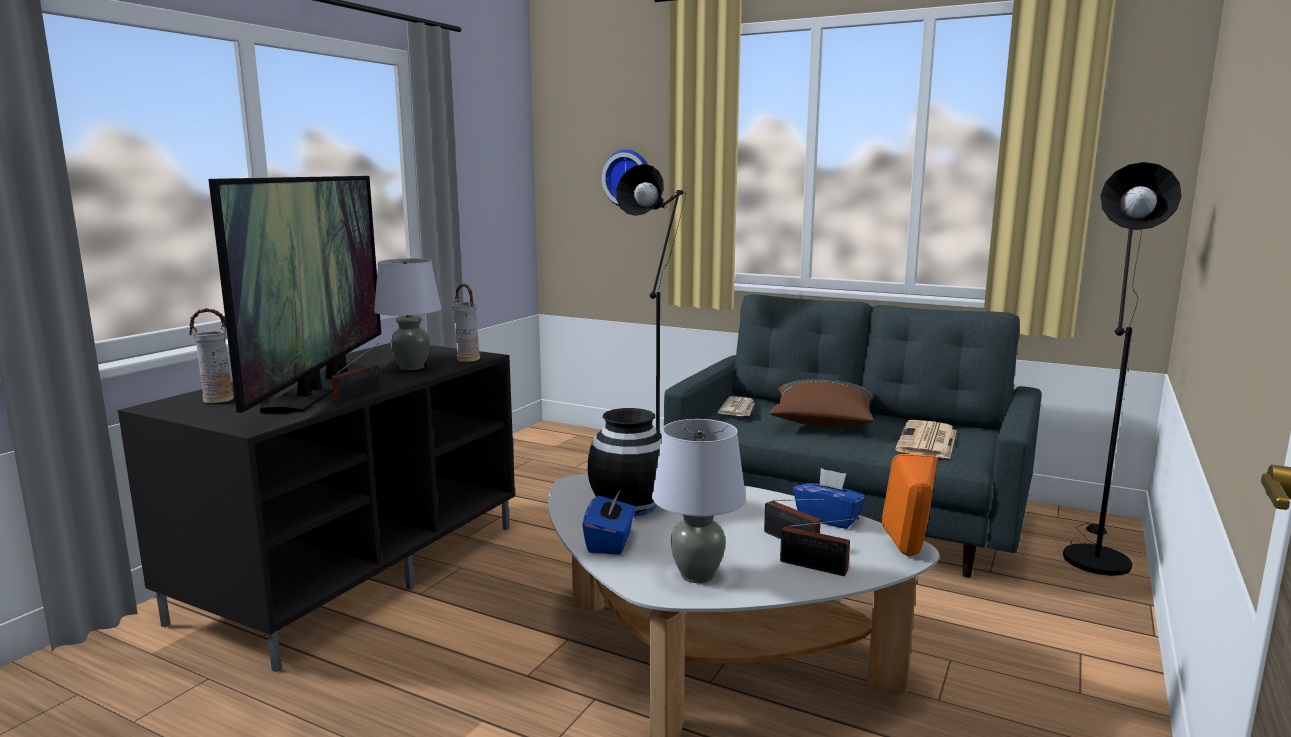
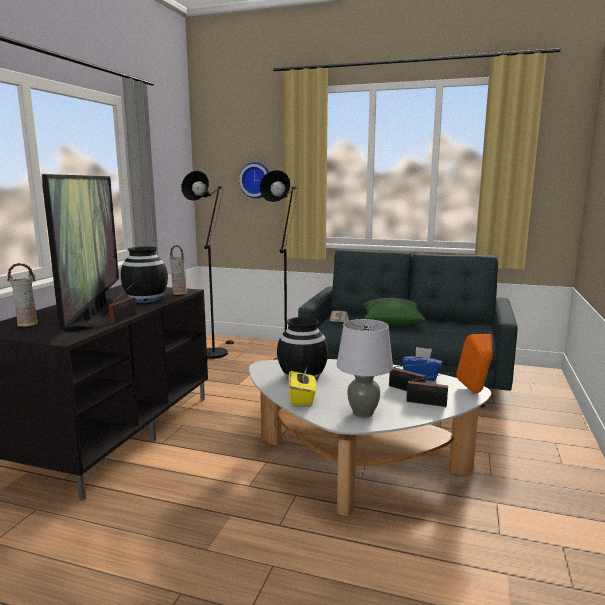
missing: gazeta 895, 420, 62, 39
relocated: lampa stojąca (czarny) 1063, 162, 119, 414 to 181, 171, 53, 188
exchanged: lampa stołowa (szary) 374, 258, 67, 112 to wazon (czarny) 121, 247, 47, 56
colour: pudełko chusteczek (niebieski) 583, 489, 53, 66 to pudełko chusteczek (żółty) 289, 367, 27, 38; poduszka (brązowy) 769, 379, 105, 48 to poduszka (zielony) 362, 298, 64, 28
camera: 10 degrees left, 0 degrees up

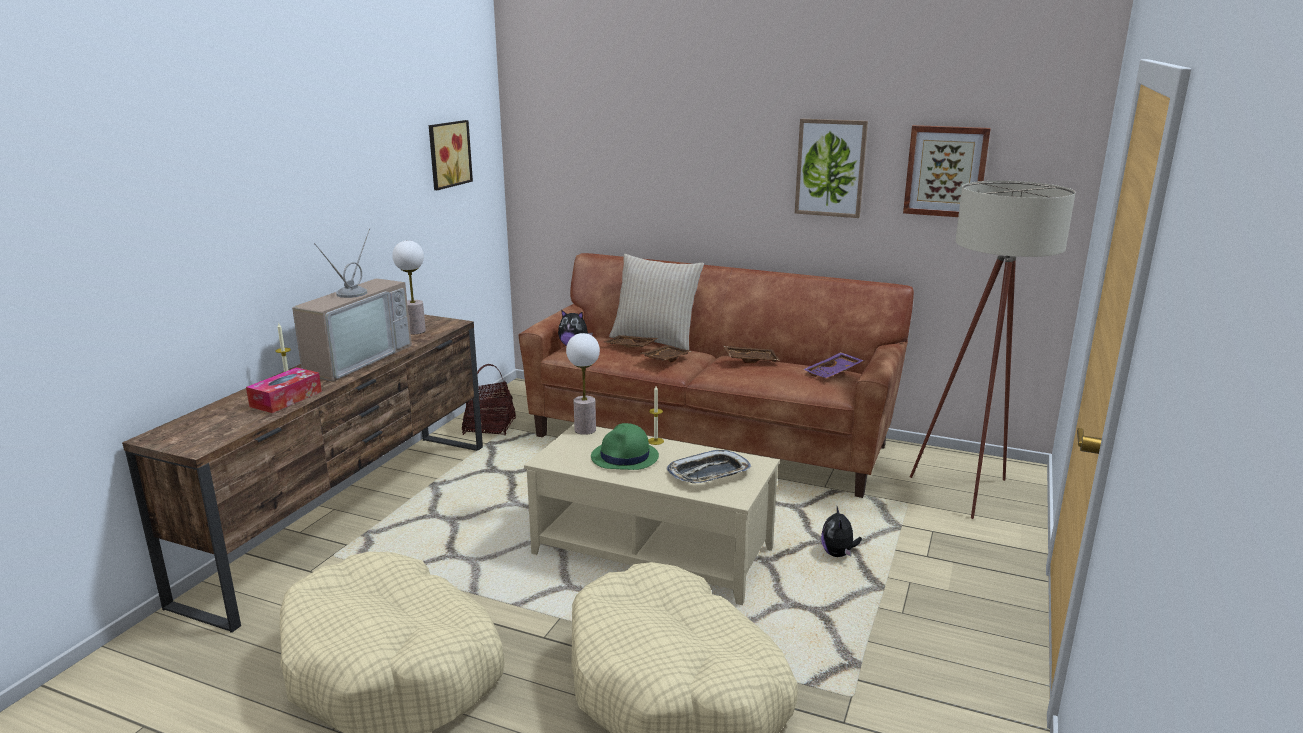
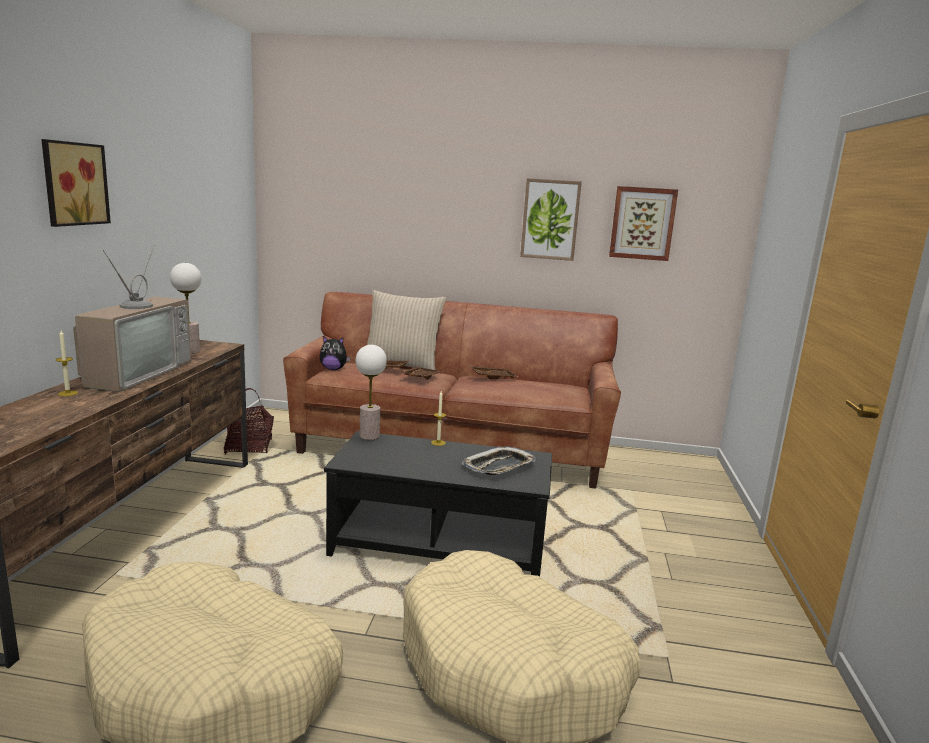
missing: pudełko chusteczek 246, 367, 76, 46; kapelusz (zielony) 591, 423, 68, 47; taca (fioletowy) 803, 352, 61, 26; pluszak 821, 506, 41, 51; lampa stojąca (beżowy) 910, 181, 166, 338
relocated: obraz 429, 120, 44, 70 to 41, 139, 70, 88
colour: ława (beżowy) 524, 424, 256, 181 to ława (czarny) 324, 431, 228, 146
camera: 15 degrees left, 5 degrees down

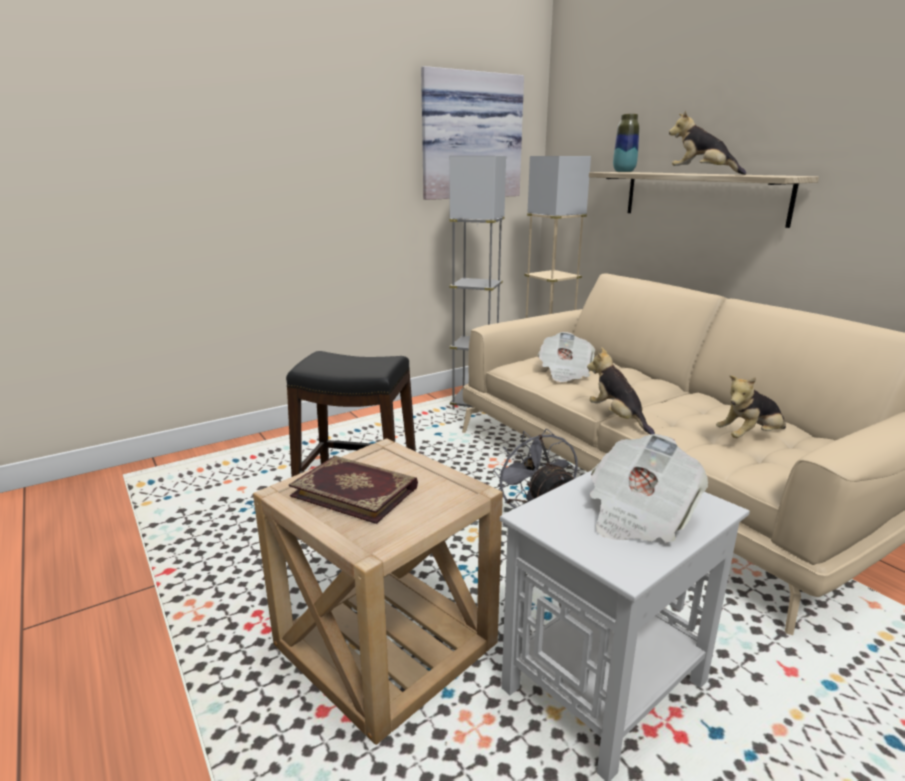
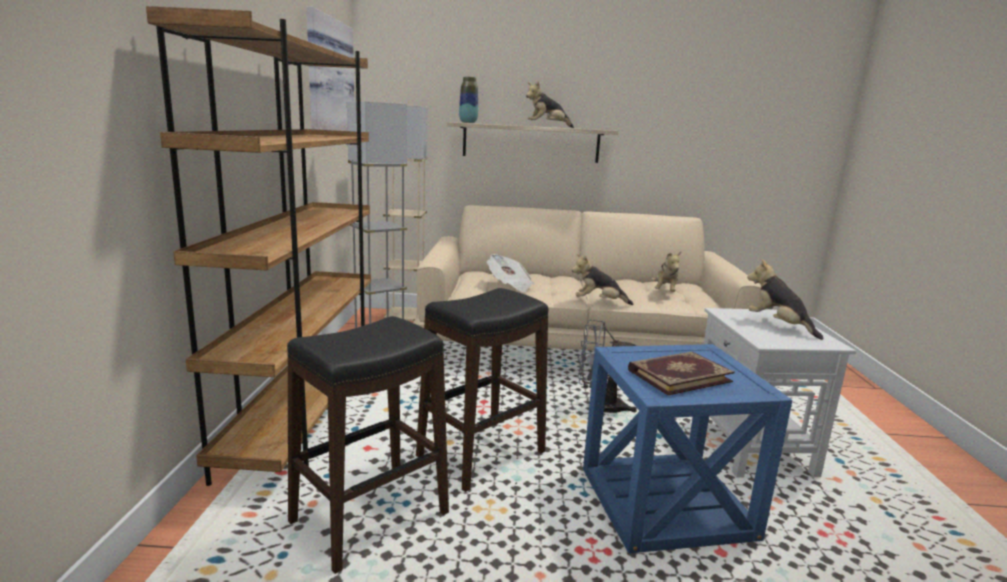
appeared: regał (brązowy) 146, 6, 225, 480; stołek (czarny) 287, 316, 162, 258
exchanged: gazeta 590, 434, 118, 109 to pluszak 747, 259, 77, 81
colour: stolik (beżowy) 253, 438, 250, 307 to stolik (niebieski) 583, 344, 209, 209
camera: 55 degrees left, 5 degrees down

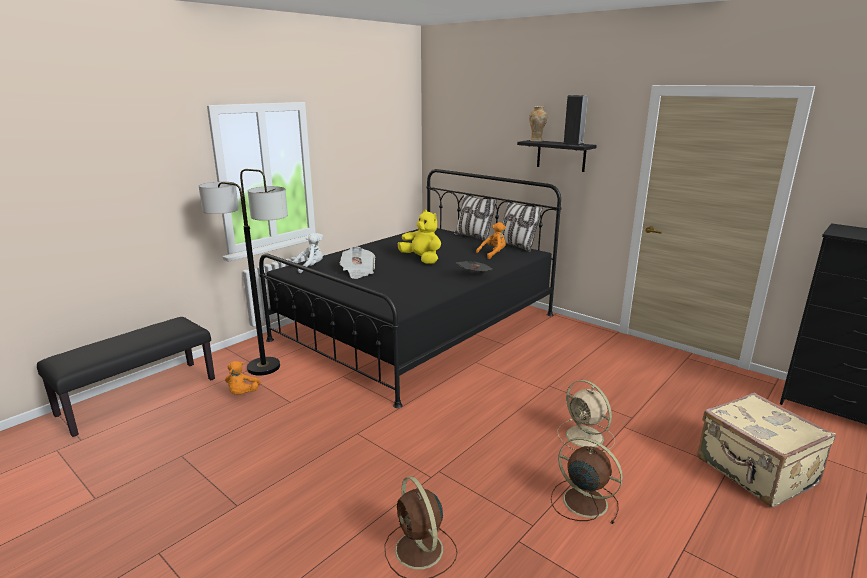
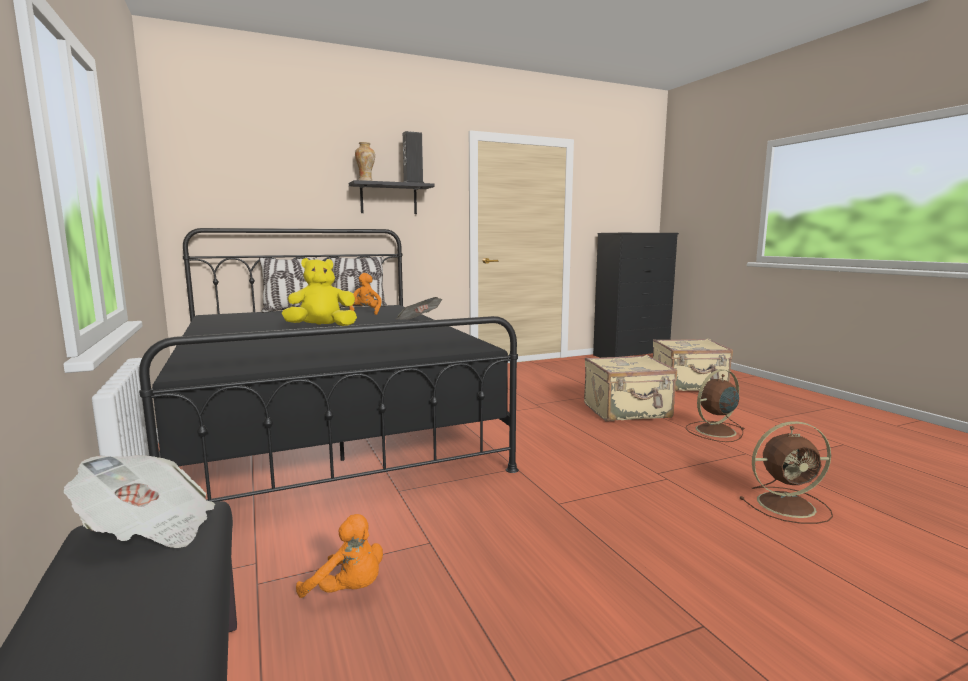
missing: lampa stojąca 199, 169, 89, 207; pluszak (biały) 291, 233, 32, 40
relocated: gazeta 339, 246, 36, 33 to 64, 455, 151, 93
exchanged: wentylator (beżowy) 557, 380, 58, 72 to walizka (beżowy) 584, 355, 93, 66
camera: 65 degrees left, 10 degrees down

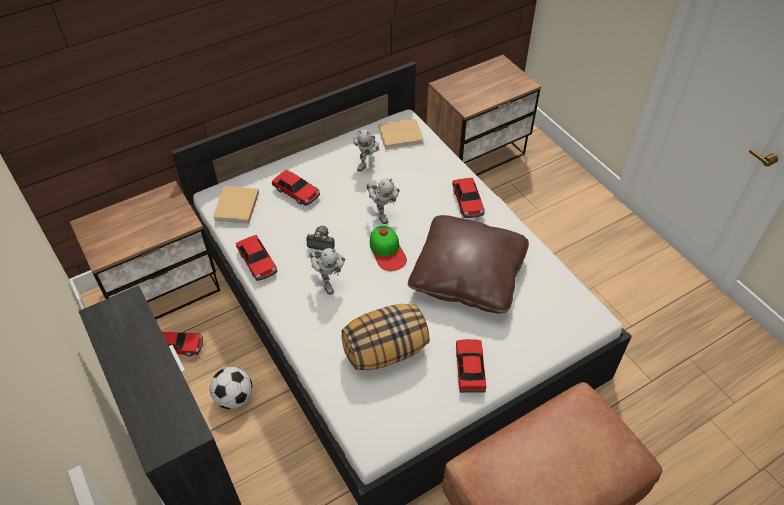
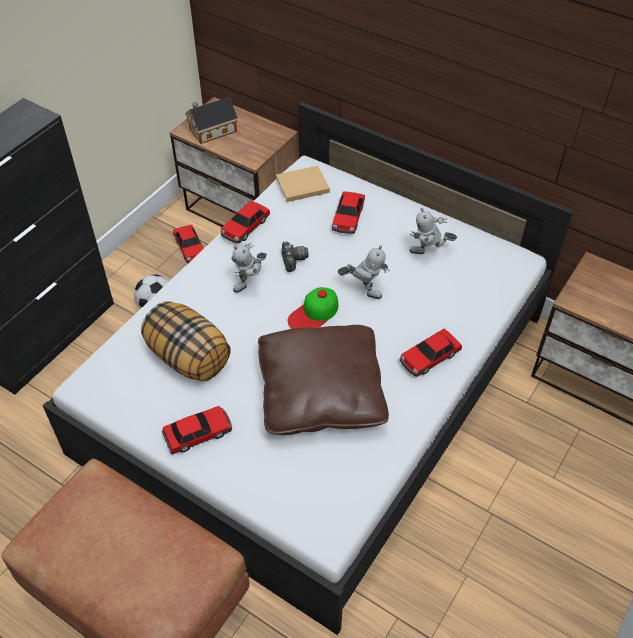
missing: książka (beżowy) 378, 119, 46, 30
appeared: domek 185, 97, 53, 47
spun: robot zabawkowy 366, 178, 34, 46 = 338, 245, 52, 54 105 degrees counterclockwise
camera: 65 degrees right, 0 degrees up

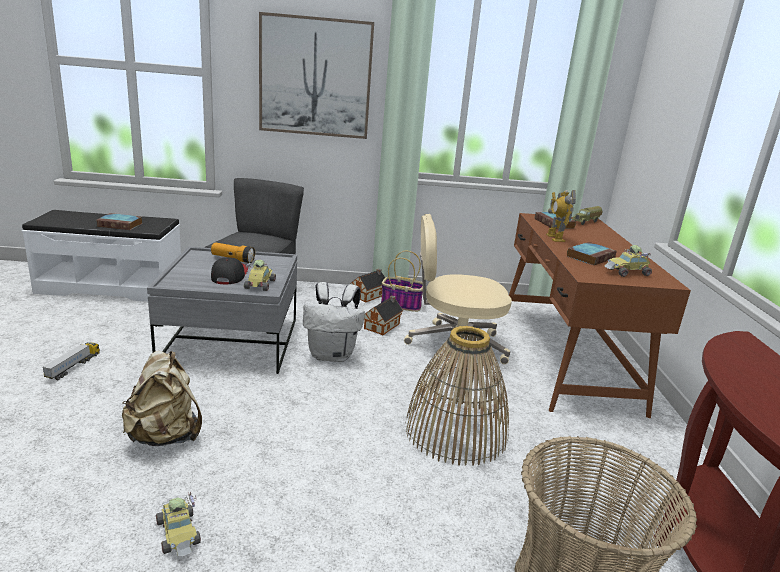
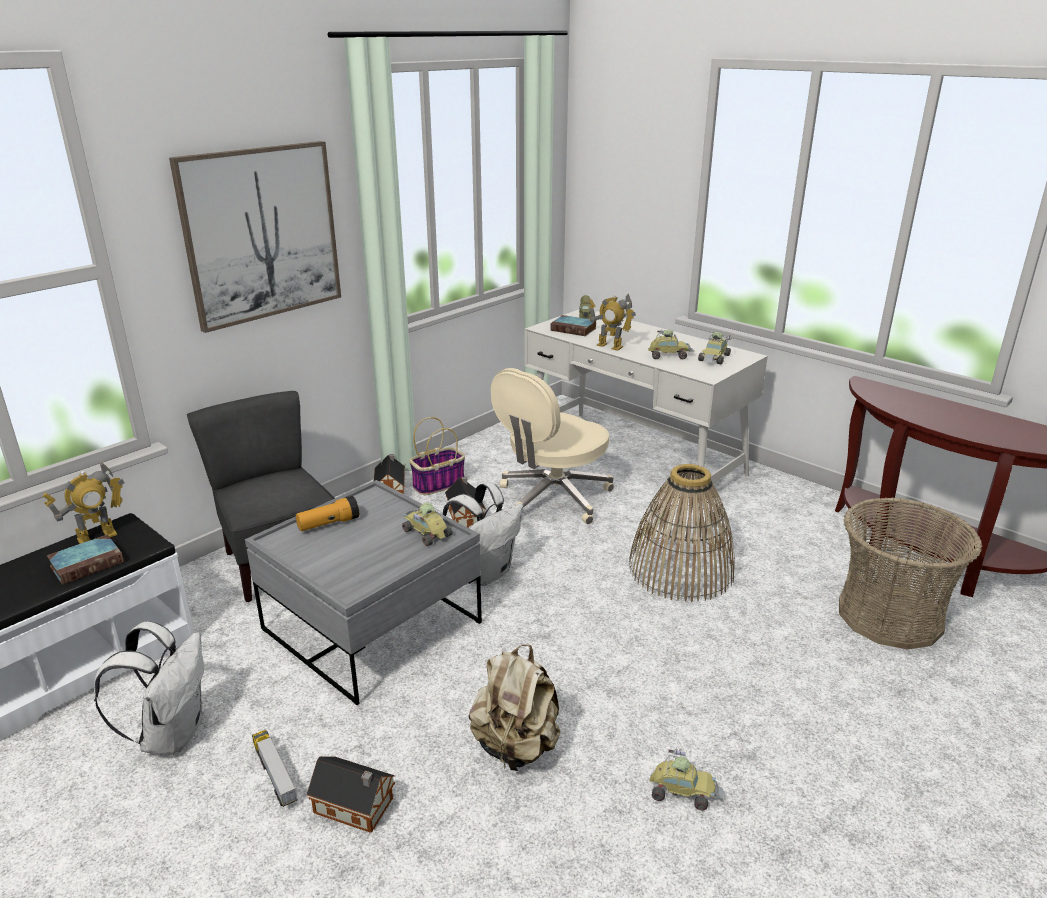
missing: czapka z daszkiem 211, 257, 37, 27
appeared: robot zabawkowy 43, 461, 81, 83; plecak (biały) 94, 621, 110, 134; domek 307, 756, 88, 77
exchanged: książka 566, 242, 51, 24 to samochodzik 648, 330, 47, 29
colour: biurko (brązowy) 509, 213, 182, 205 to biurko (biały) 525, 310, 243, 199
camera: 45 degrees left, 5 degrees up

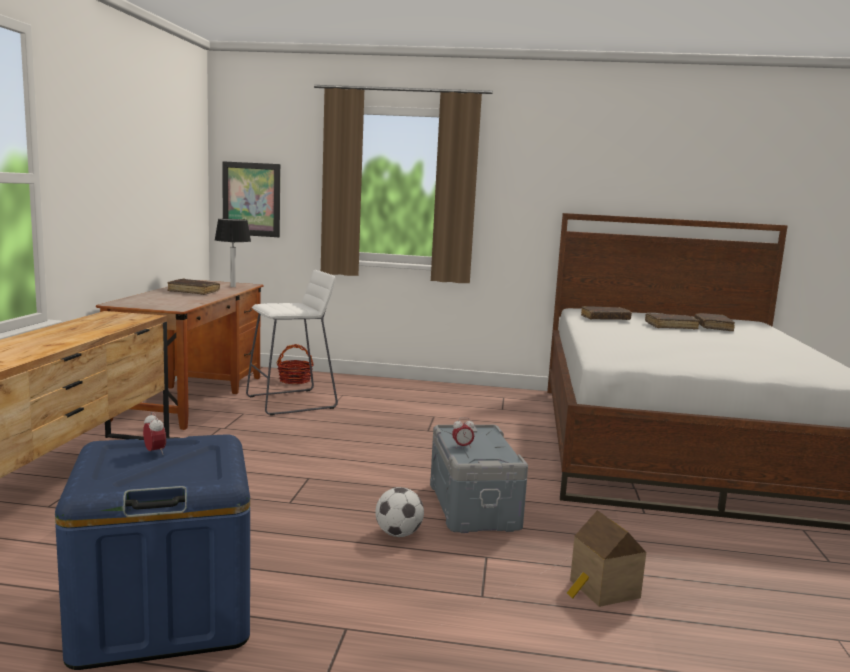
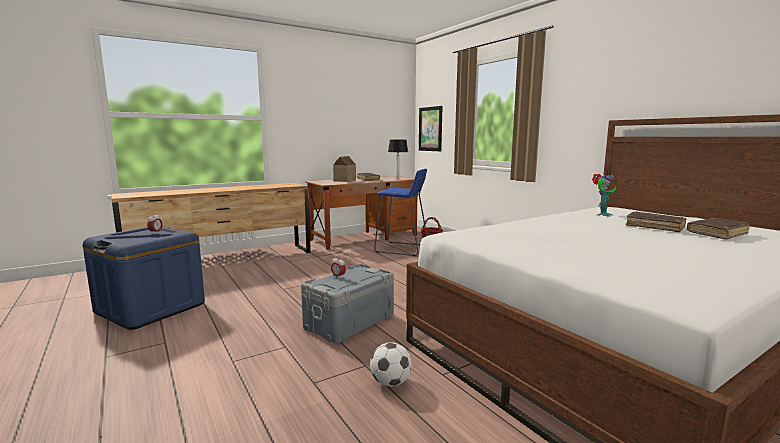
relocated: piłka futbolowa 375, 487, 49, 50 to 370, 342, 42, 45; domek 567, 510, 79, 97 to 333, 156, 23, 26
exchanged: książka (brązowy) 581, 306, 51, 14 to robot zabawkowy 592, 174, 24, 43
colour: stołek (biały) 246, 270, 92, 146 to stołek (niebieski) 374, 169, 53, 87
camera: 50 degrees right, 0 degrees up

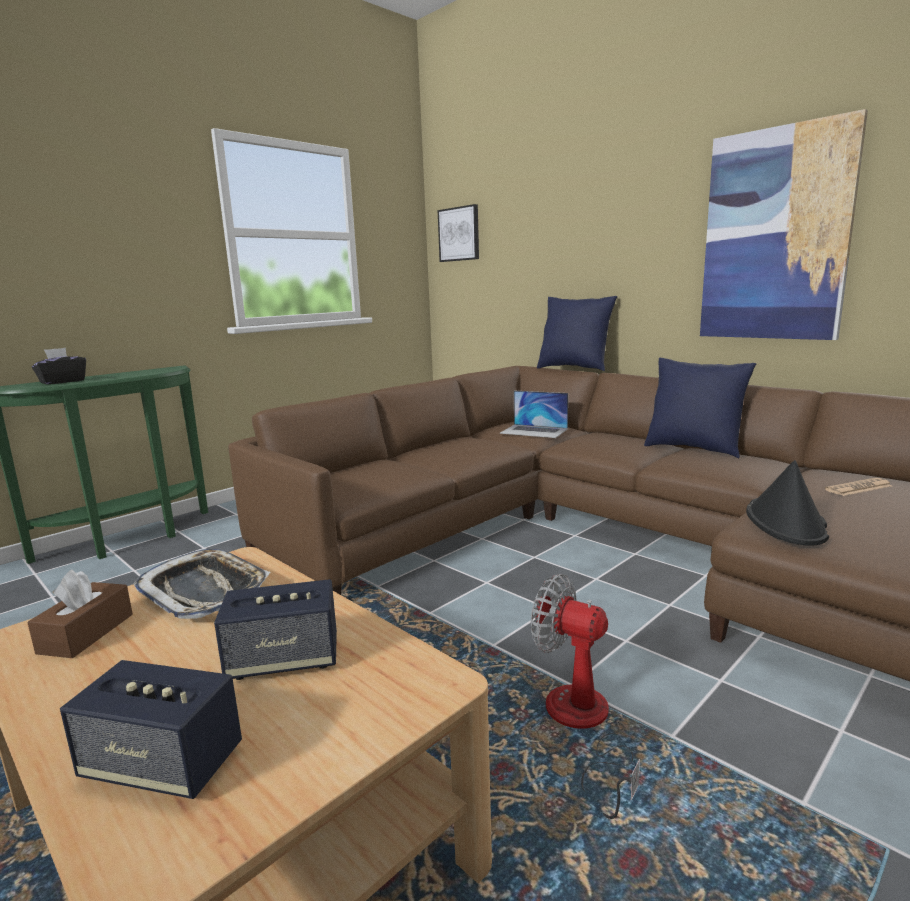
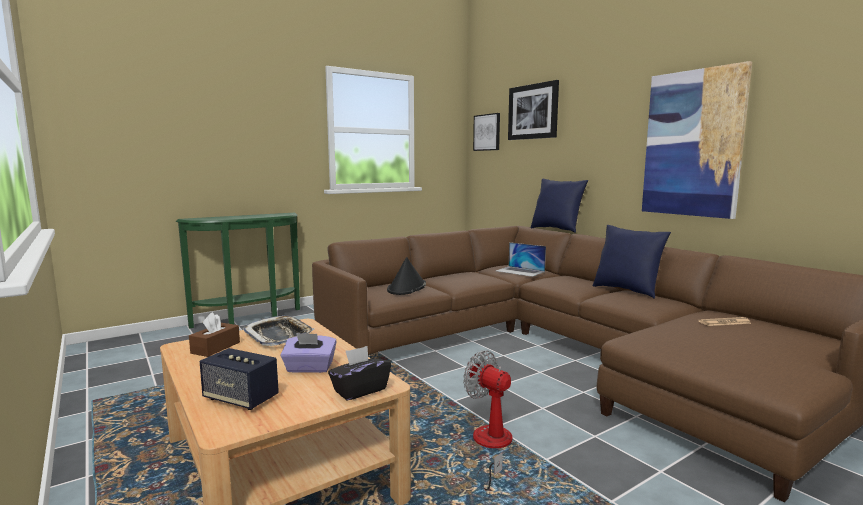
appeared: obraz 508, 80, 51, 60
relocated: pudełko chusteczek (czarny) 32, 348, 54, 37 to 328, 346, 63, 55; kapelusz (czarny) 746, 460, 83, 86 to 387, 257, 39, 38
exchanged: głośnik 214, 579, 123, 101 to pudełko chusteczek (fioletowy) 281, 333, 56, 40
camera: 10 degrees right, 5 degrees down

